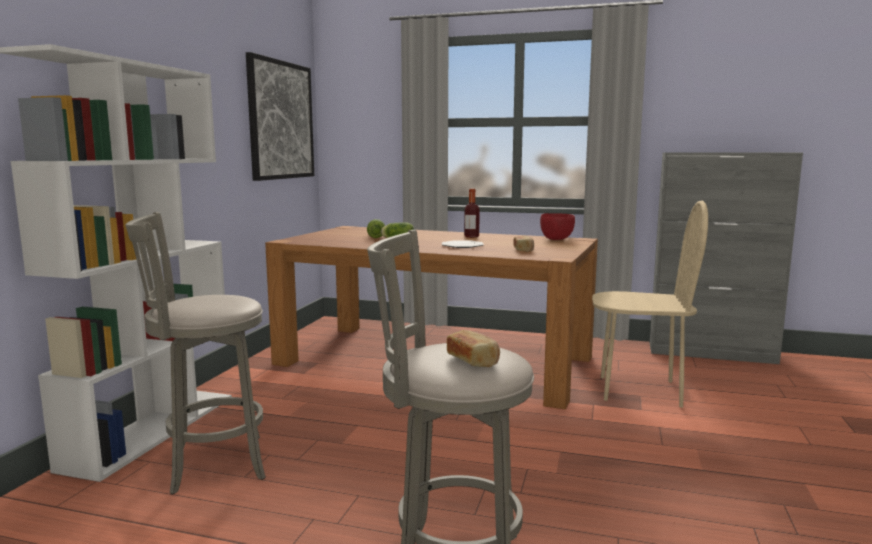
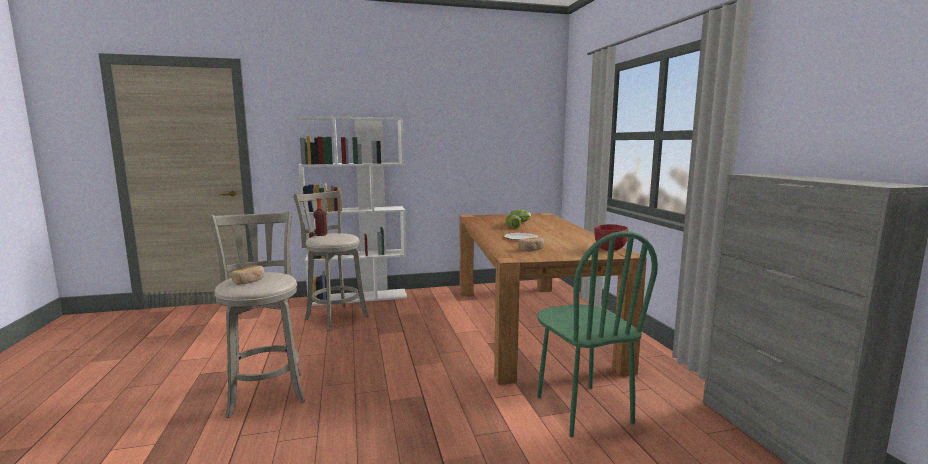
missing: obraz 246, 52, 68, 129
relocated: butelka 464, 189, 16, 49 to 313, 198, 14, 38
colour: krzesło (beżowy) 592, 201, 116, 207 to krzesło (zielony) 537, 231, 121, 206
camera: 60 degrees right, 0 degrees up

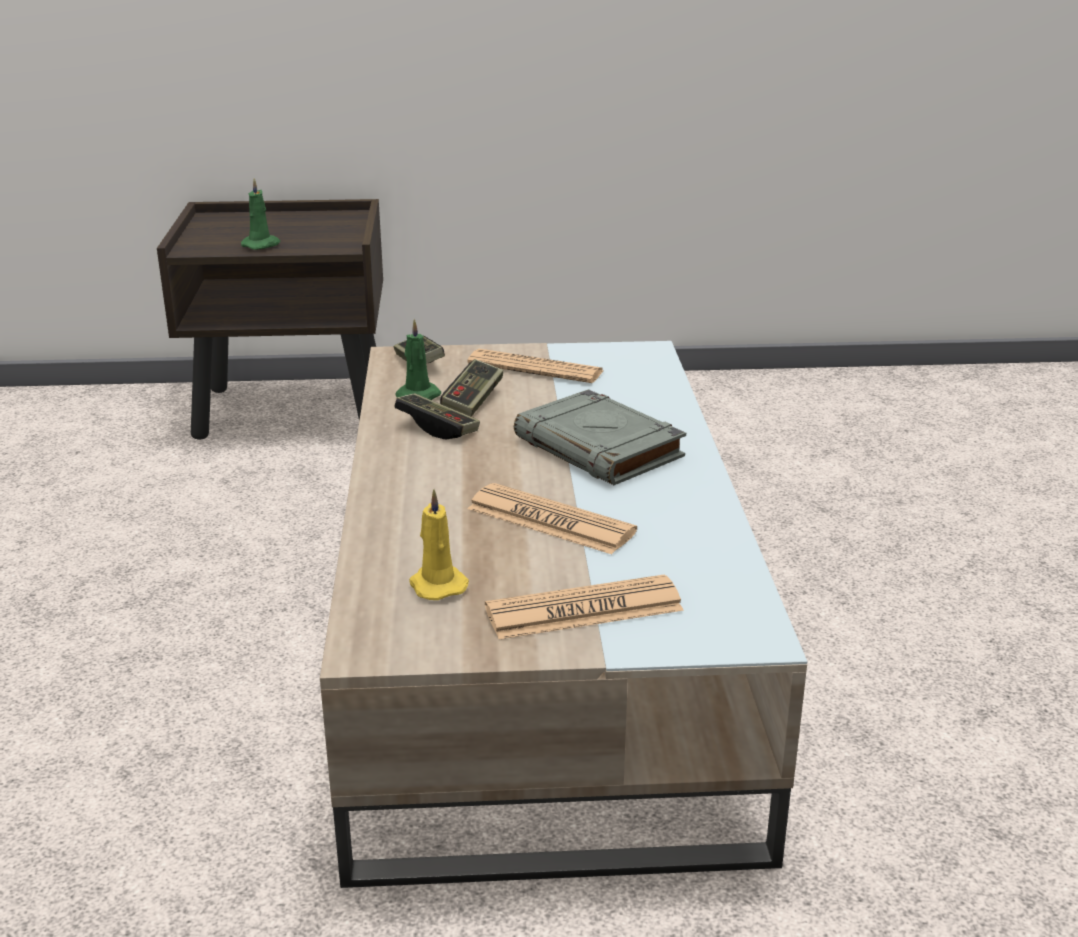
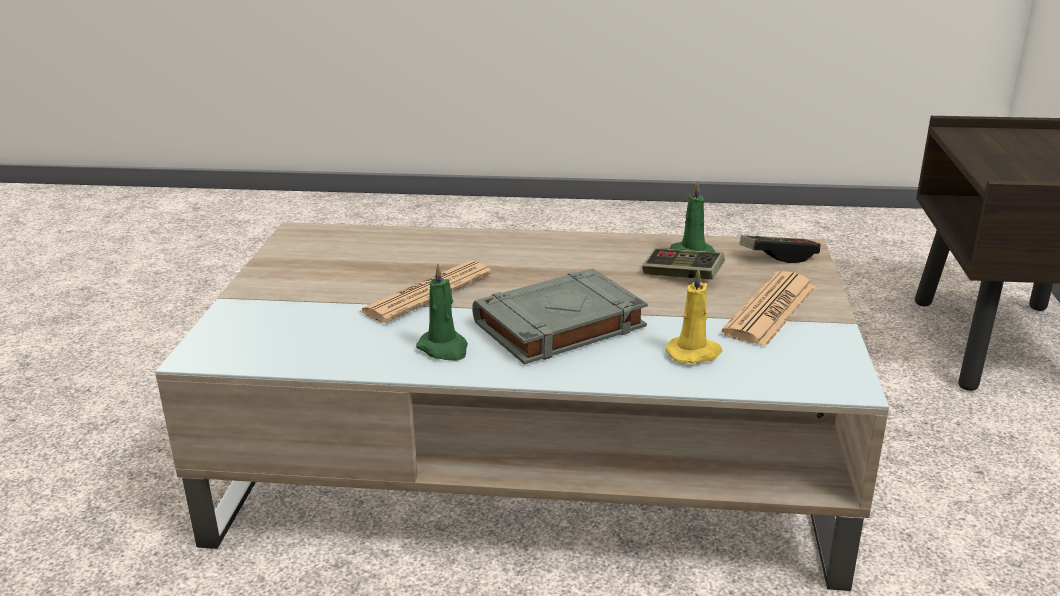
missing: pad do gier 394, 393, 86, 46; gazeta 485, 575, 199, 65
relocated: świeca (zielony) 241, 178, 39, 72 to 416, 264, 52, 97; świeca (żółty) 409, 489, 60, 111 to 665, 268, 57, 96
camera: 100 degrees right, 0 degrees up

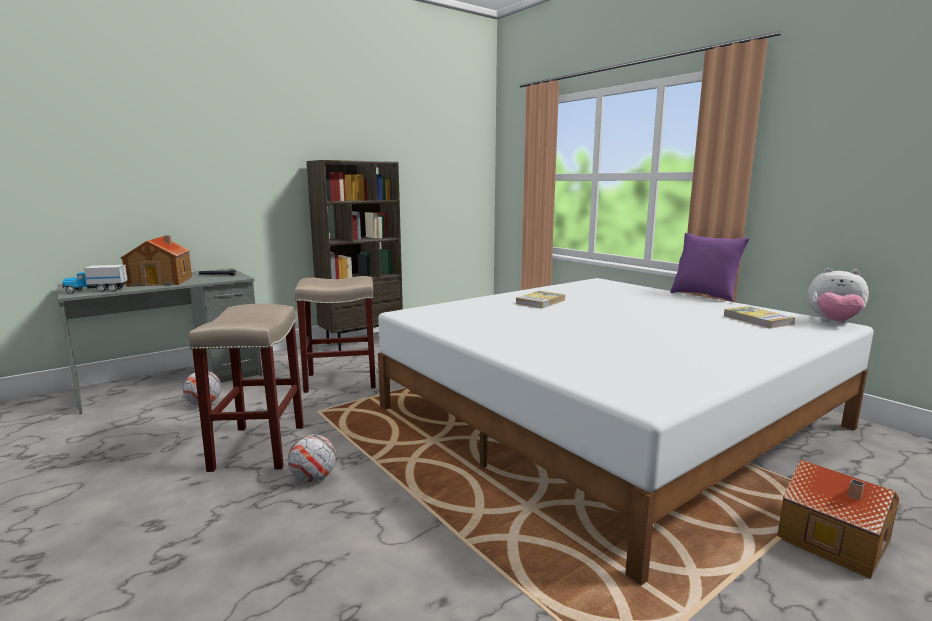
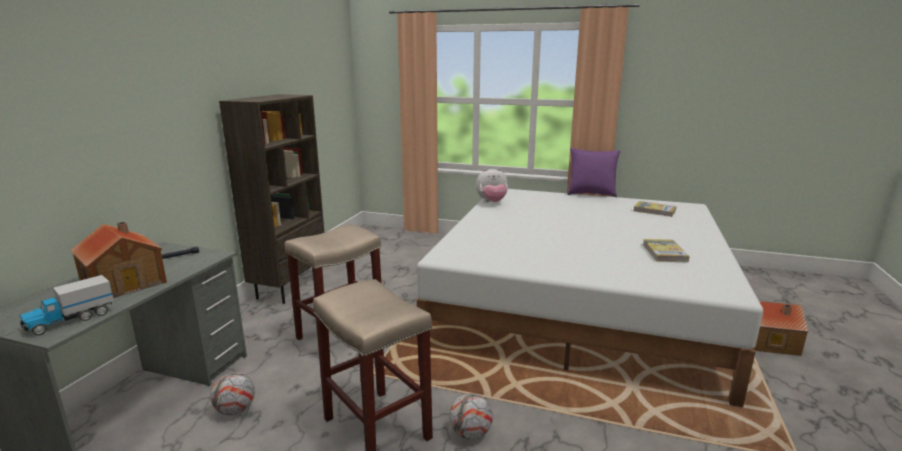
relocated: książka 516, 291, 49, 18 to 643, 239, 47, 23; pluszak 807, 268, 62, 55 to 476, 168, 32, 34
camera: 35 degrees left, 5 degrees up

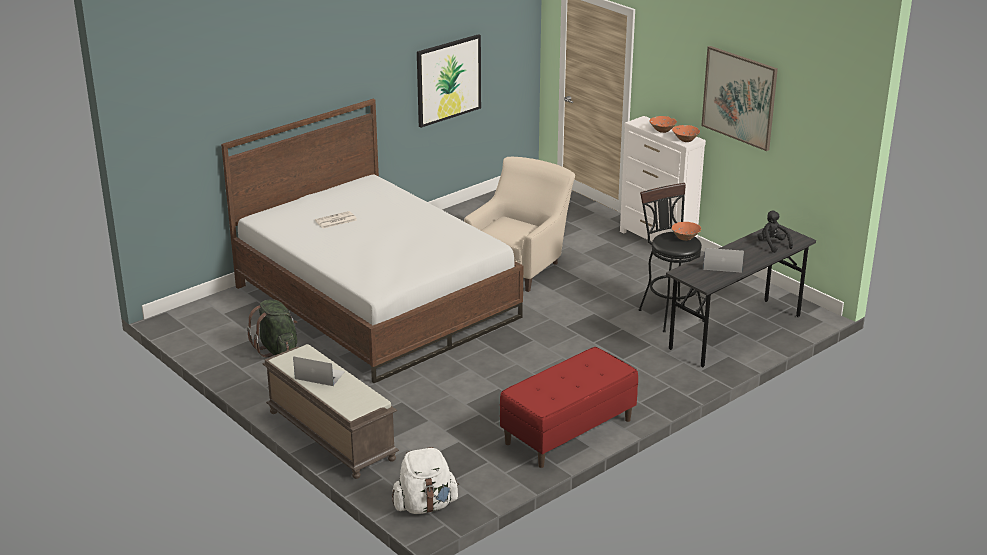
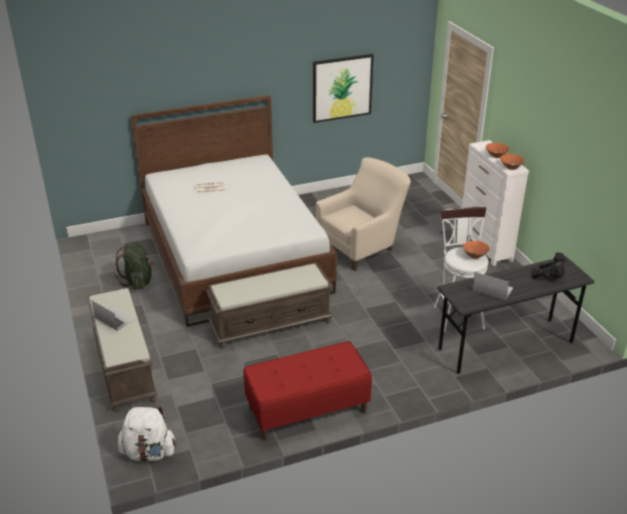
missing: obraz 701, 46, 77, 105
appeared: ławka (brązowy) 206, 262, 127, 86
colour: stołek (czarny) 639, 183, 65, 149 to stołek (biały) 434, 207, 54, 125
spun: pluszak (czarny) 757, 210, 36, 43 = 532, 252, 34, 26 135 degrees clockwise
camera: 20 degrees right, 5 degrees up

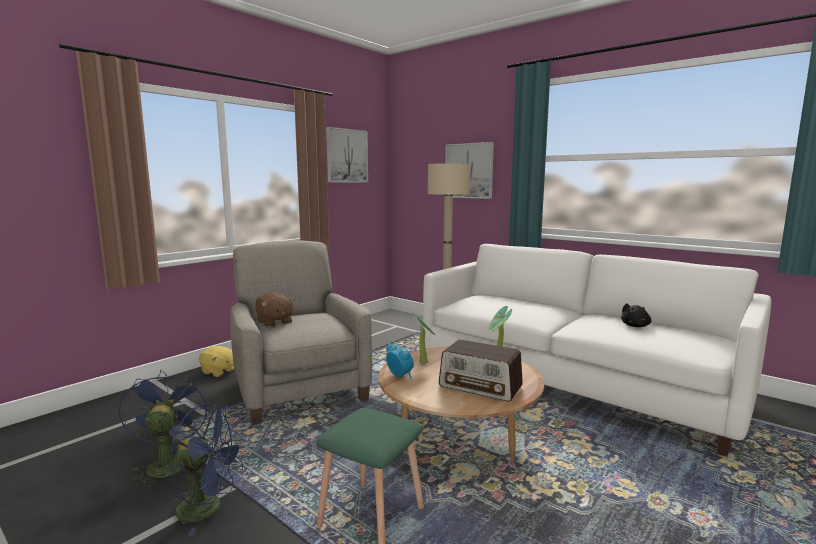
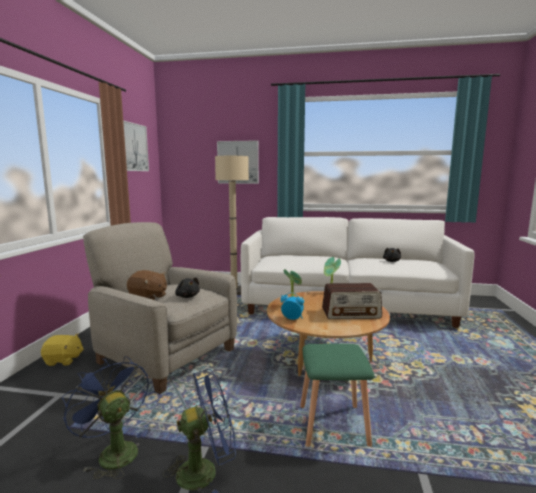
appeared: pluszak (czarny) 175, 277, 25, 21
camera: 30 degrees left, 0 degrees up

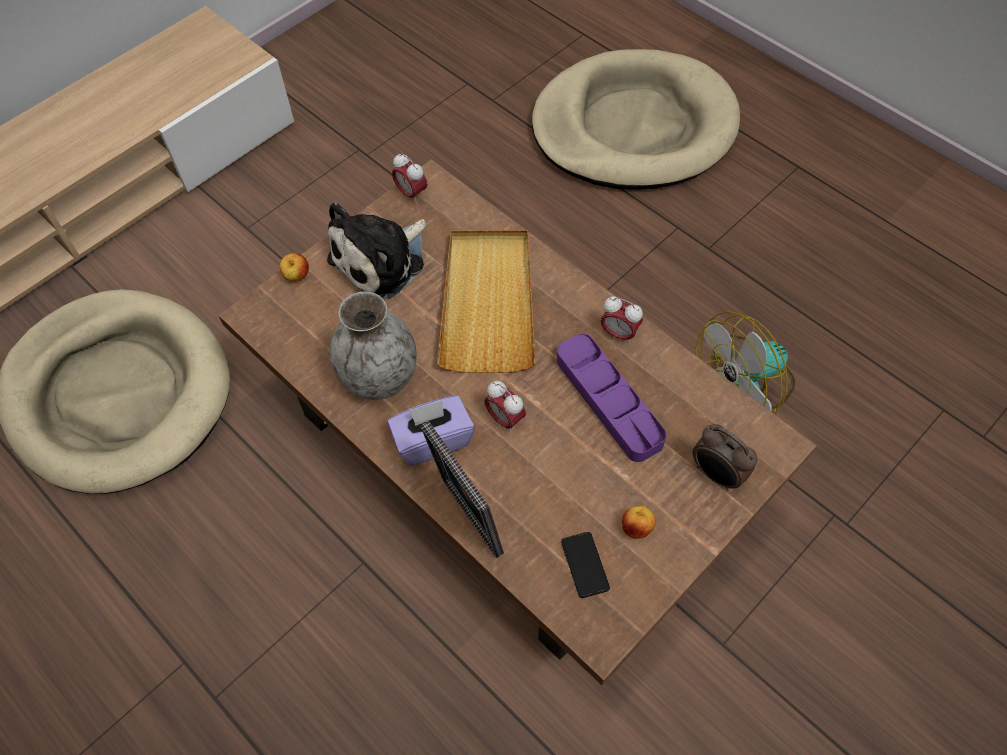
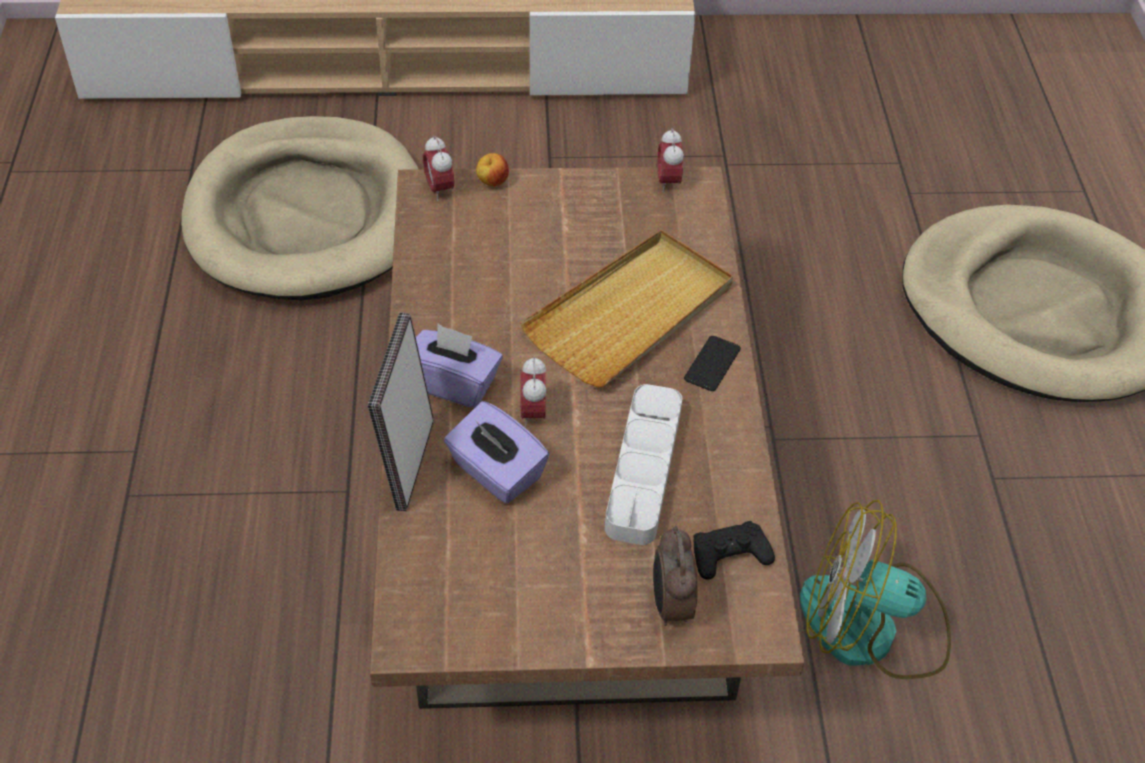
missing: pluszak 327, 202, 99, 97; wazon (szary) 330, 291, 87, 109; jabłko 622, 506, 33, 33
appeared: pudełko chusteczek (fioletowy) 444, 401, 105, 103; pad do gier (czarny) 693, 521, 82, 59
relocated: telefon 561, 532, 49, 66 to 684, 336, 57, 55; budzik 601, 296, 42, 48 to 423, 135, 31, 66
colour: taca (fioletowy) 557, 334, 109, 128 to taca (szary) 605, 384, 78, 161
camera: 40 degrees right, 10 degrees down

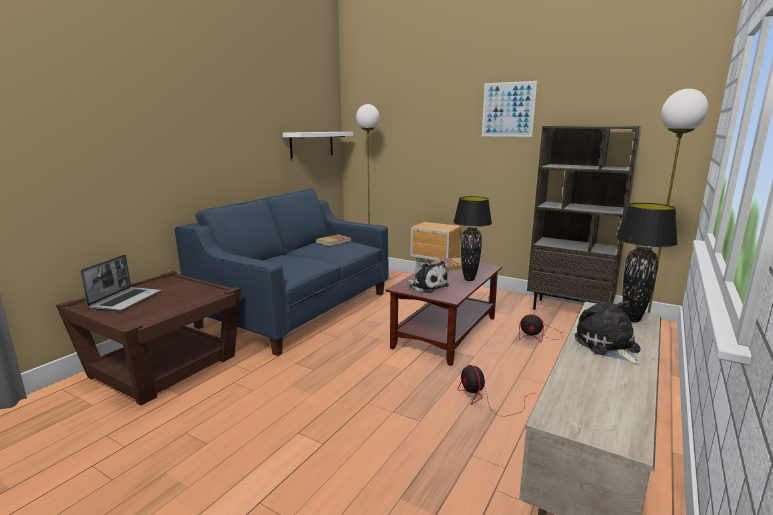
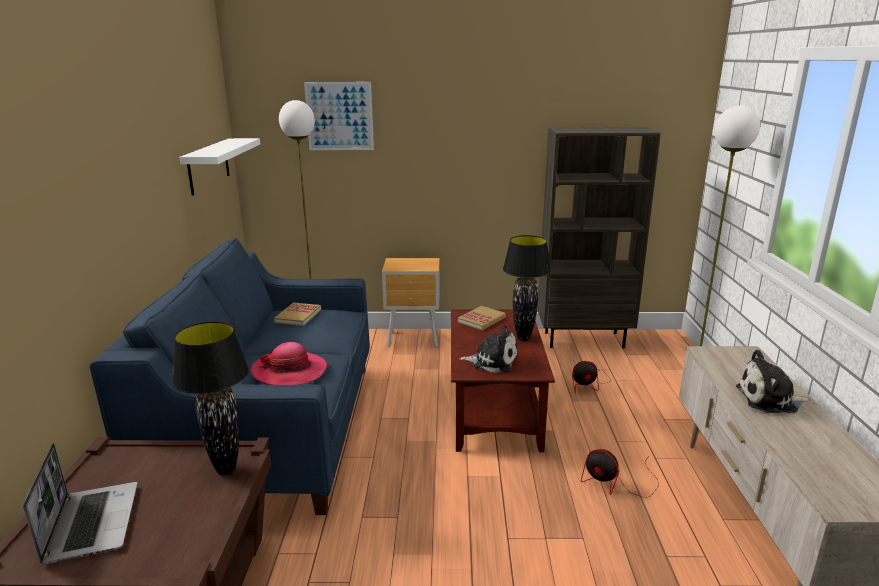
appeared: kapelusz 250, 342, 78, 43
relocated: obraz 482, 81, 55, 56 to 304, 82, 70, 68; lampa stołowa (czarny) 615, 203, 63, 119 to 172, 321, 77, 154
spun: pluszak 575, 301, 67, 65 = 736, 350, 75, 63 45 degrees counterclockwise
camera: 30 degrees left, 5 degrees up

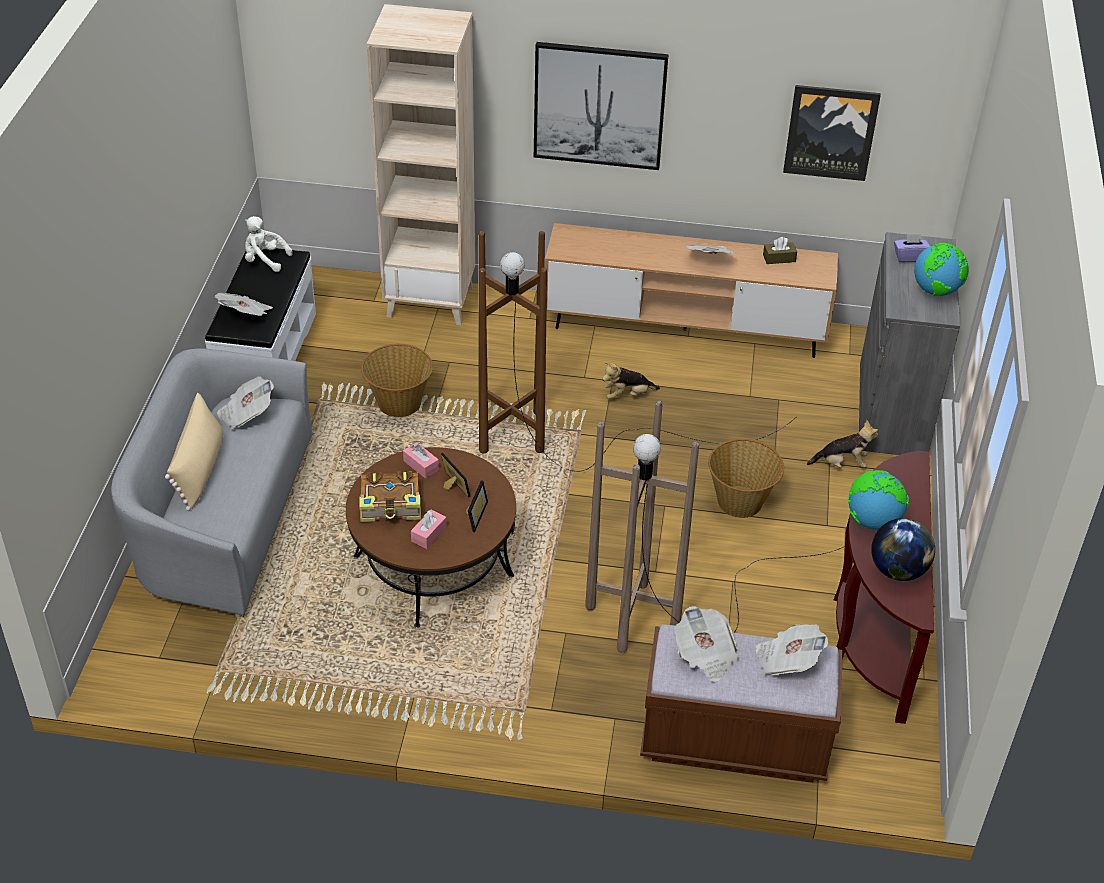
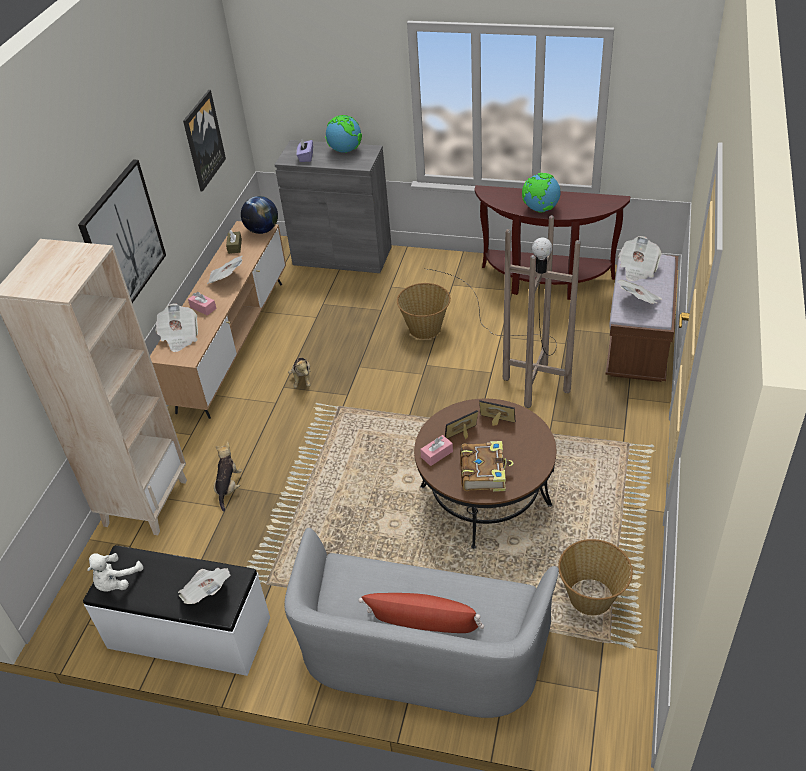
missing: lampa stojąca (brązowy) 479, 231, 317, 241
relocated: gazeta 217, 377, 57, 53 to 155, 303, 43, 49; koszyk 361, 344, 72, 73 to 558, 539, 75, 76; pudełko chusteczek (różowy) 411, 510, 36, 39 to 188, 292, 29, 24; pluszak 807, 420, 71, 48 to 214, 442, 28, 70; globus 871, 518, 64, 63 to 241, 196, 37, 38
colour: poduszka (beżowy) 165, 393, 59, 118 to poduszka (czerwony) 359, 593, 125, 40
camera: 80 degrees left, 0 degrees up

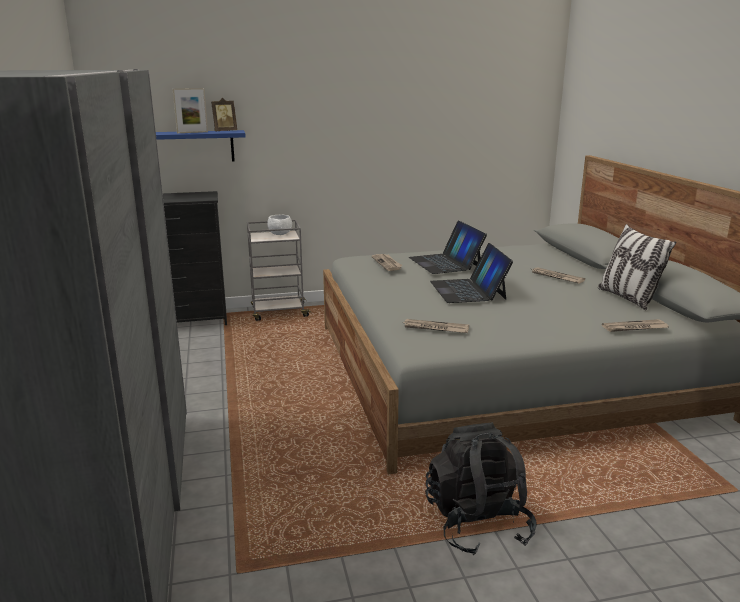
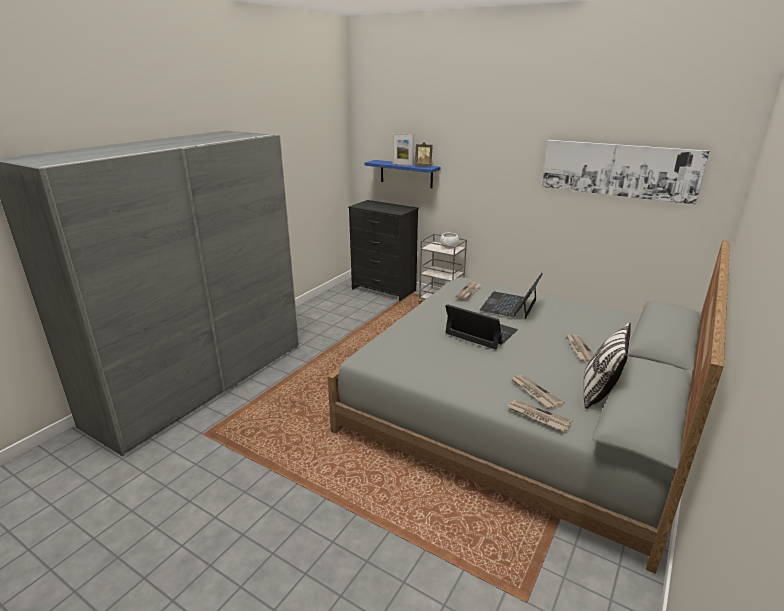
missing: plecak (czarny) 425, 422, 112, 134
appeared: obraz 542, 140, 167, 65
relocated: gazeta 404, 319, 65, 14 to 511, 375, 54, 34
spun: laptop 430, 243, 83, 60 = 445, 304, 73, 46 90 degrees clockwise
camera: 45 degrees right, 5 degrees up

